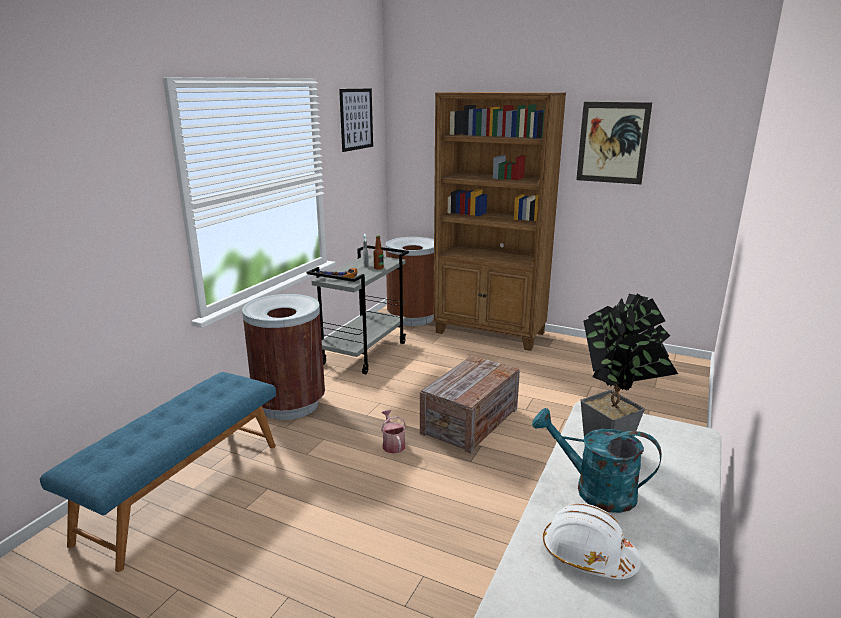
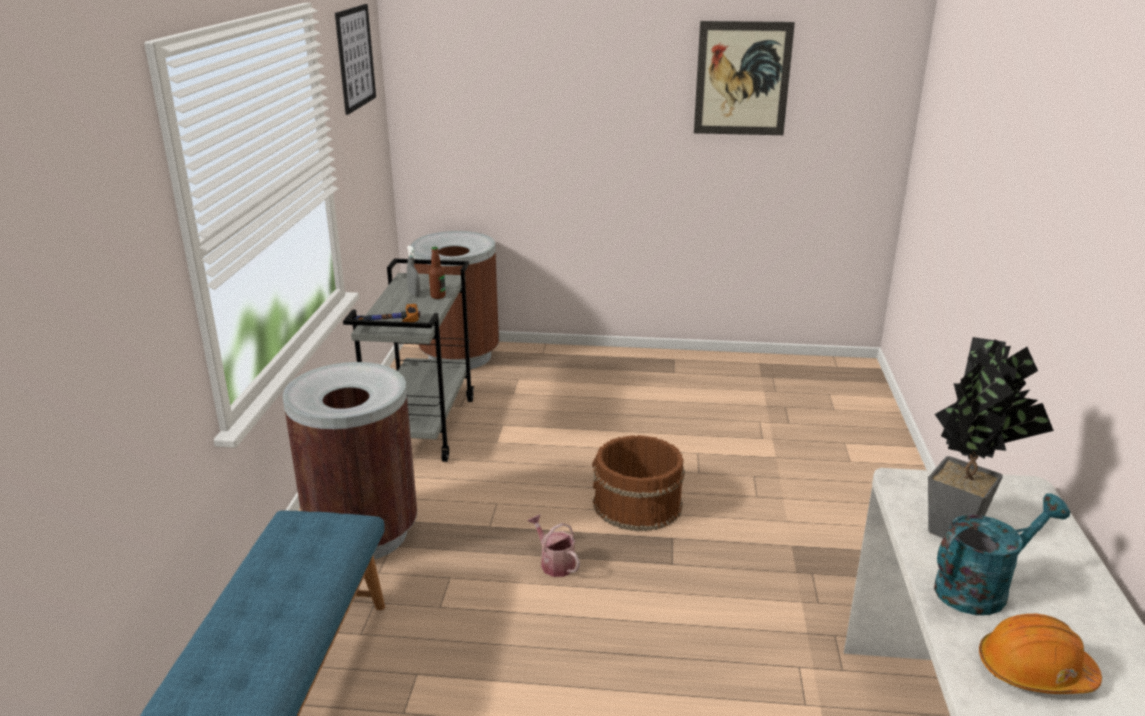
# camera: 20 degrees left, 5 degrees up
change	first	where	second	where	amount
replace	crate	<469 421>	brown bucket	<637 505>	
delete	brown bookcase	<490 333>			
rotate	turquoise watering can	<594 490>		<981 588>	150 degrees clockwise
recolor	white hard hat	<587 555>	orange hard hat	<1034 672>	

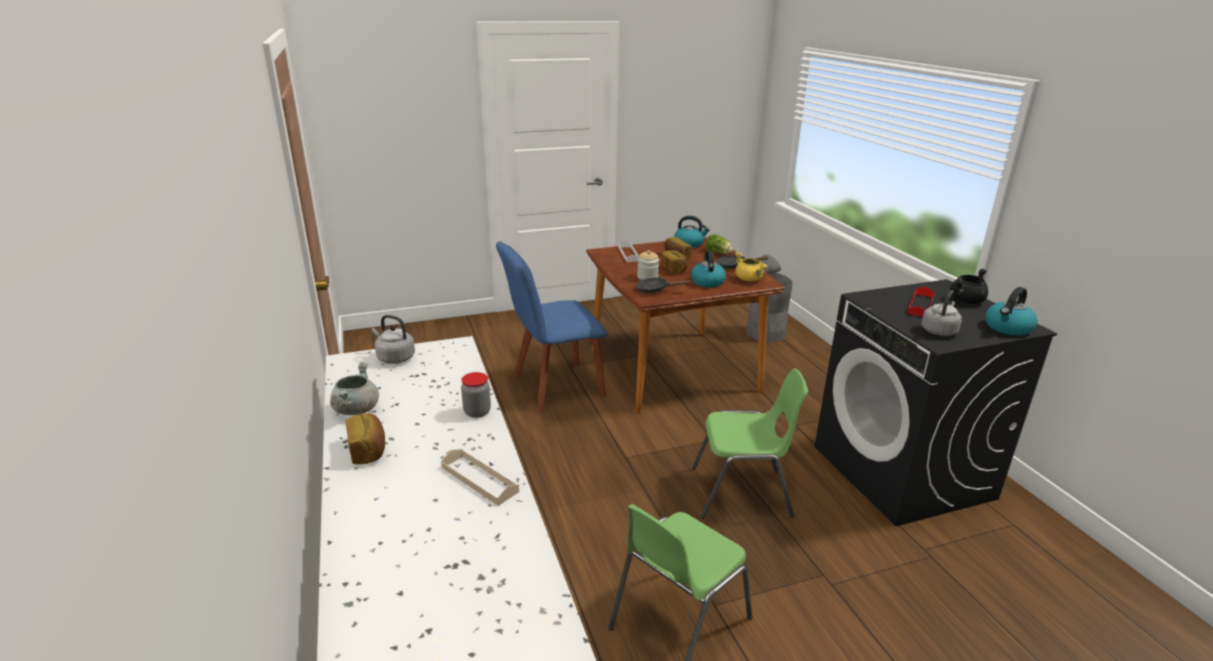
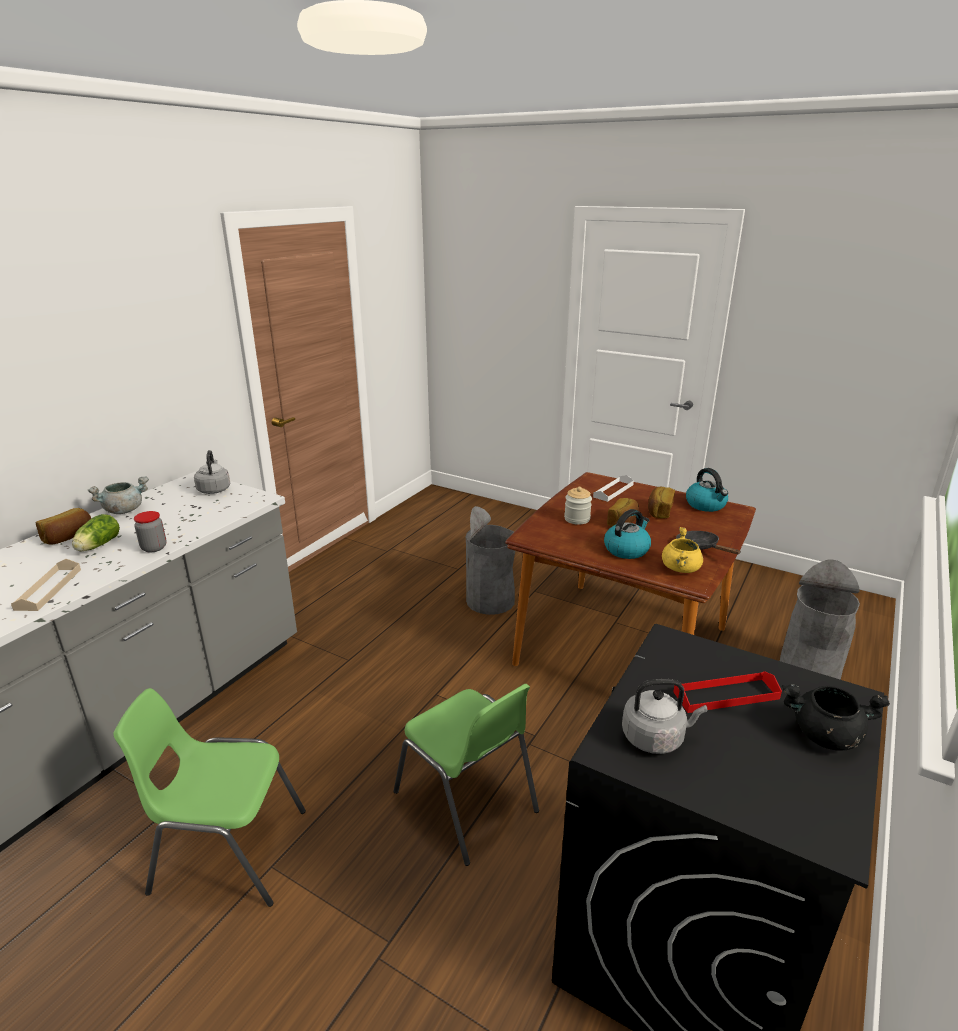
# camera: 50 degrees right, 0 degrees up
change	first	where	second	where	amount
replace	blue chair	<553 387>	grey trash can	<490 600>	
delete	black frying pan	<655 290>			
move	lettuce	<719 253>		<97 546>	
delete	kettle	<1008 328>			

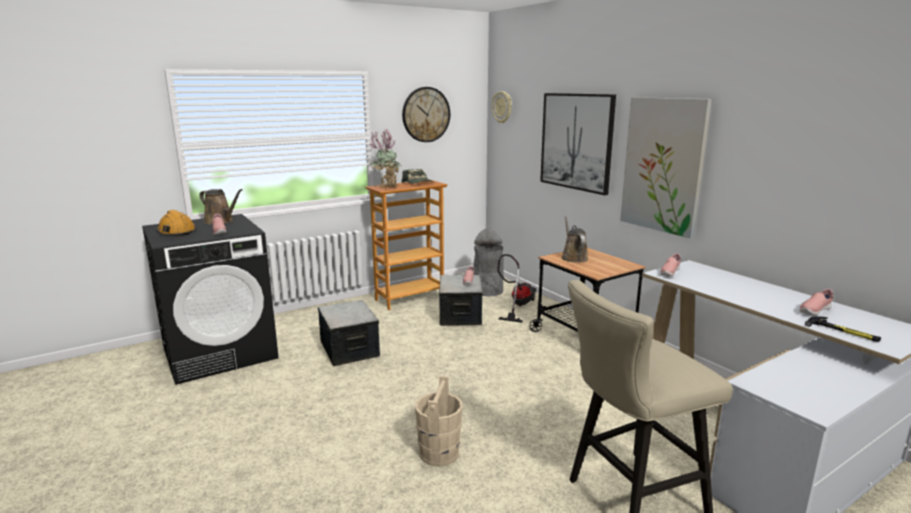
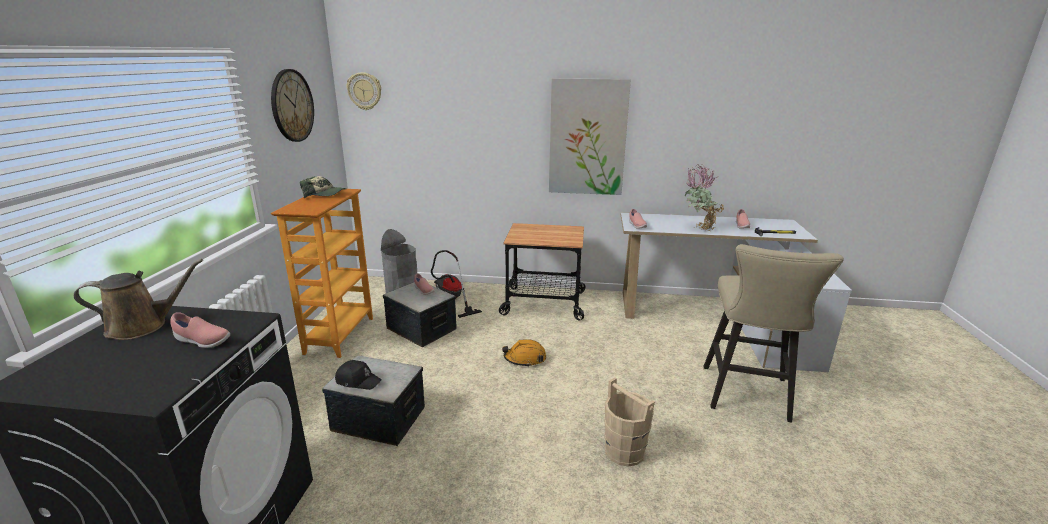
# camera: 50 degrees left, 5 degrees up
change	first	where	second	where	amount
move	orange hard hat	<176 232>		<525 359>	
move	potted plant	<386 187>		<698 228>	
delete	picture	<576 141>			
delete	brown watering can	<573 257>			
insert			black cap	<358 380>	

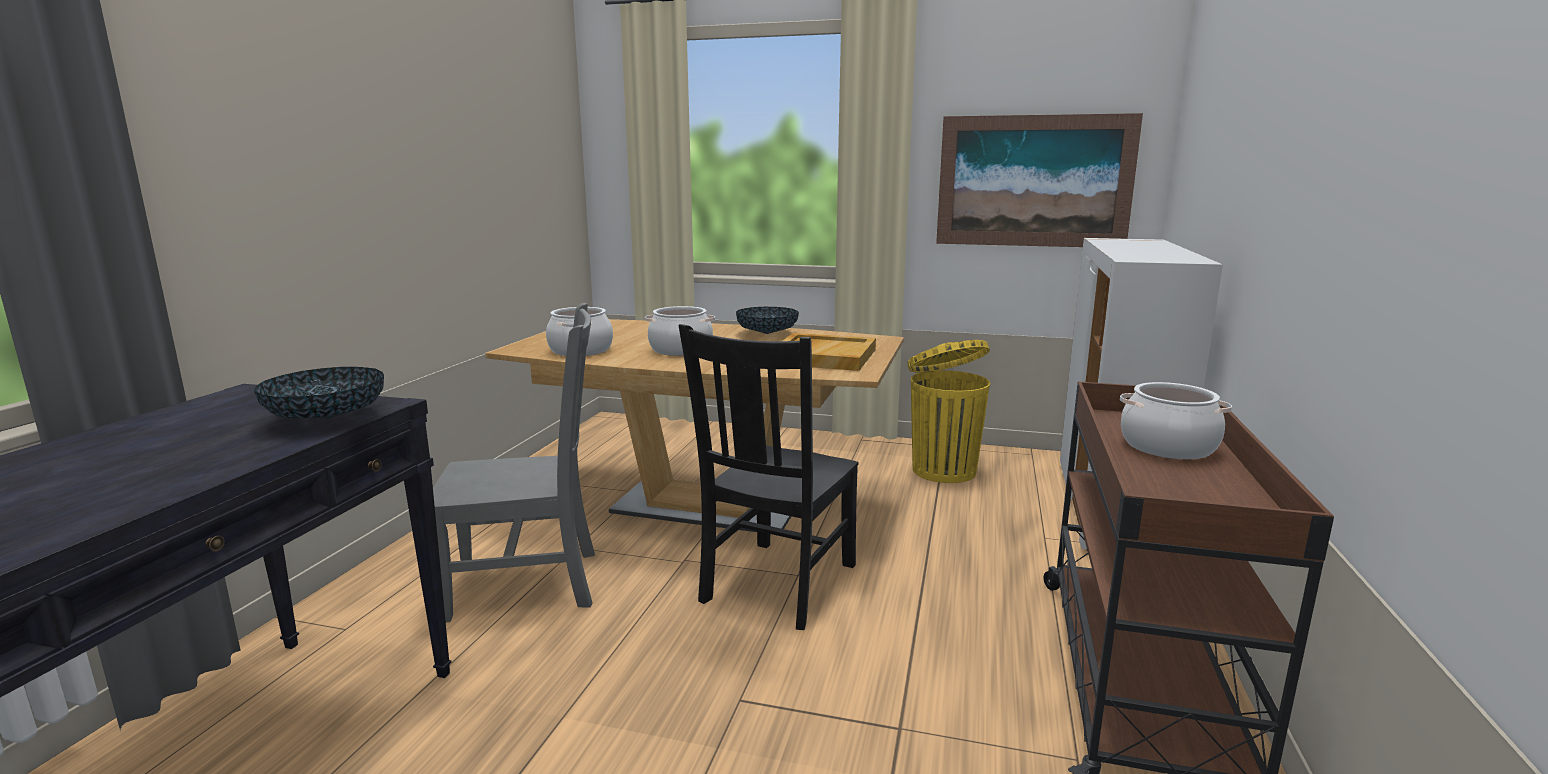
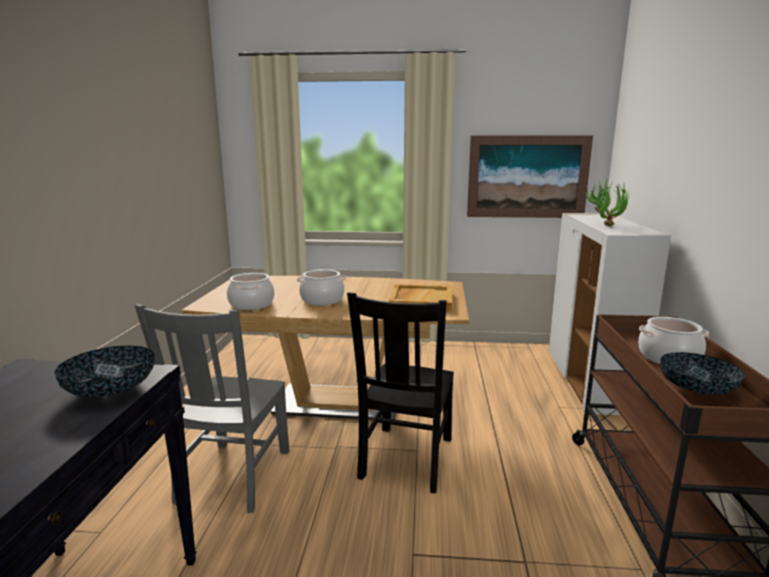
# camera: 10 degrees left, 0 degrees up
change	first	where	second	where	amount
rotate	grey chair	<530 584>		<232 478>	120 degrees clockwise
move	bowl	<767 334>		<696 389>	
delete	yellow trash can	<942 470>			
insert			potted plant	<604 225>	

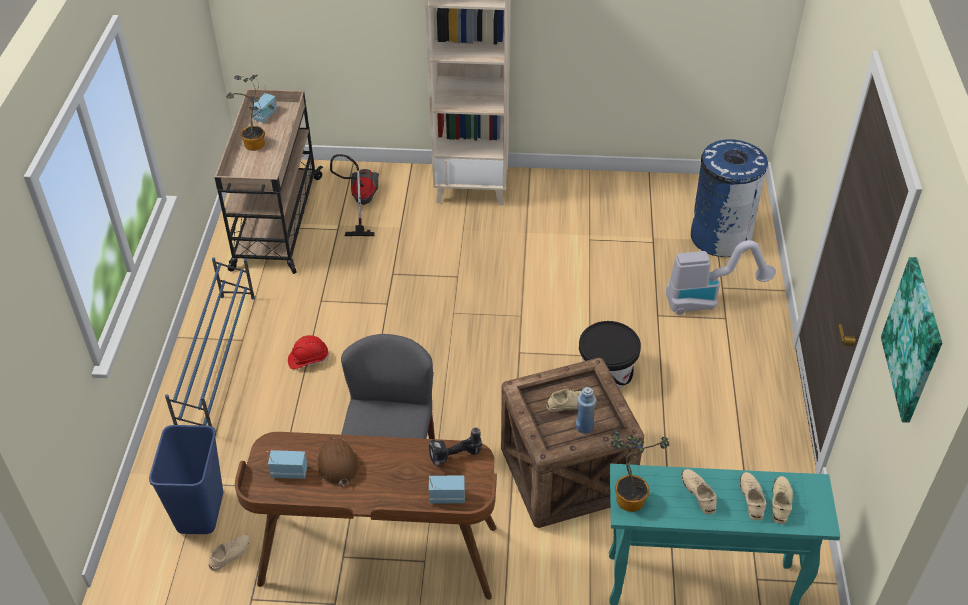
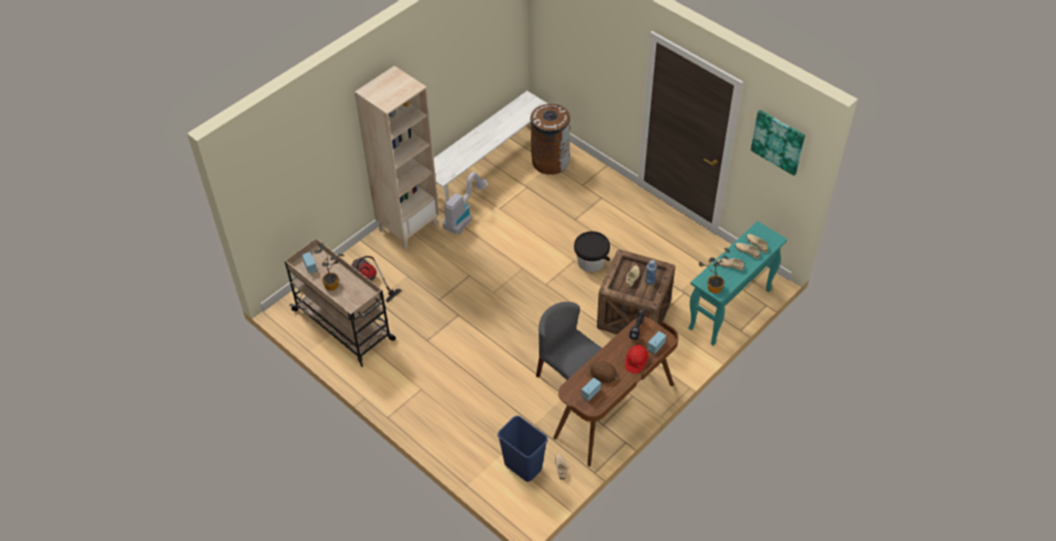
# camera: 50 degrees left, 5 degrees up
change	first	where	second	where	amount
delete	blue shoe rack	<218 361>			
move	red hard hat	<308 359>		<636 362>	
move	vacuum cleaner	<708 300>		<464 216>	
recolor	blue trash can	<720 236>	brown trash can	<550 161>	
insert			white bench	<487 164>	

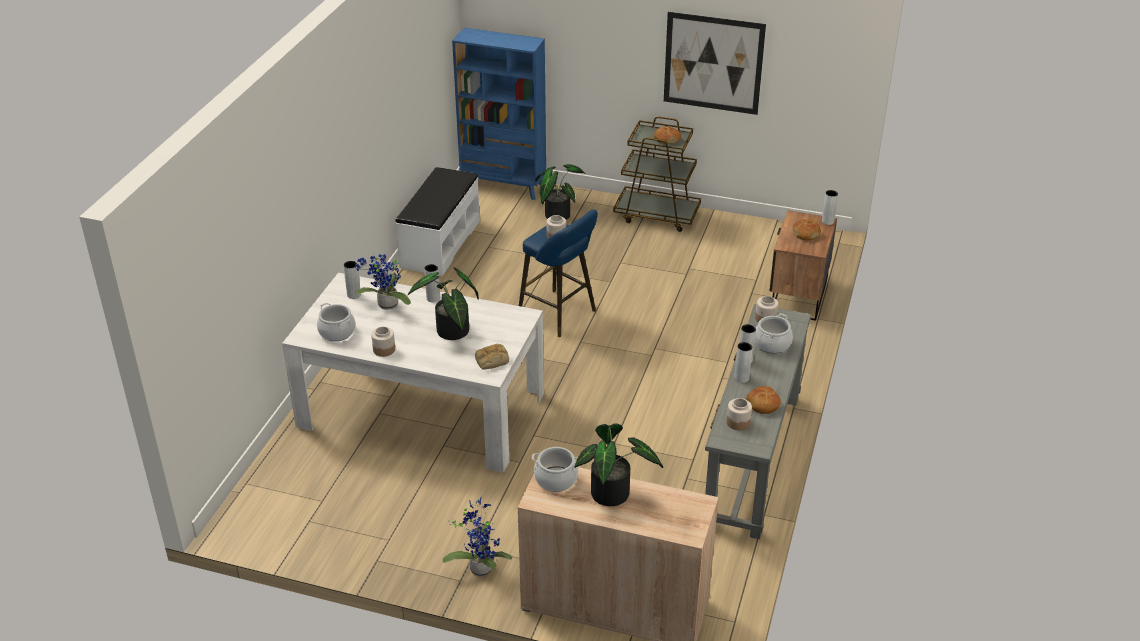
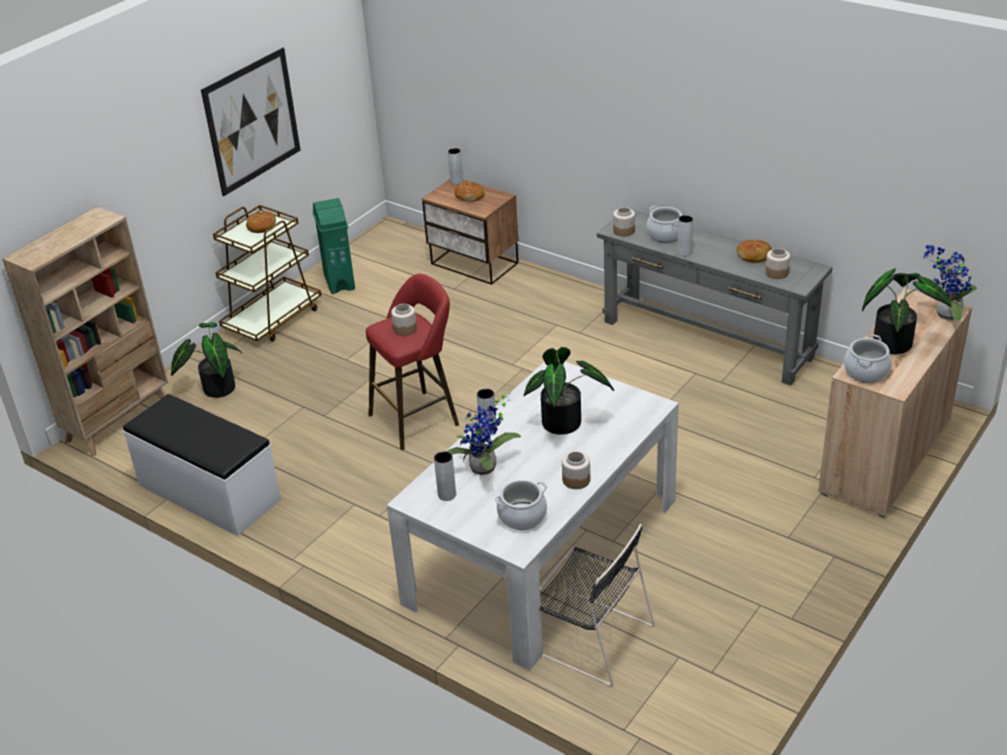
# camera: 70 degrees left, 0 degrees up
change	first	where	second	where	amount
move	potted plant	<480 567>		<944 315>	
recolor	blue bookcase	<503 186>	beige bookcase	<119 420>	
delete	bread	<491 360>			
recolor	blue stool	<560 315>	red stool	<418 418>	
delete	grey vase	<741 378>			
insert			green trash can	<339 281>	
insert			black chair	<588 637>	

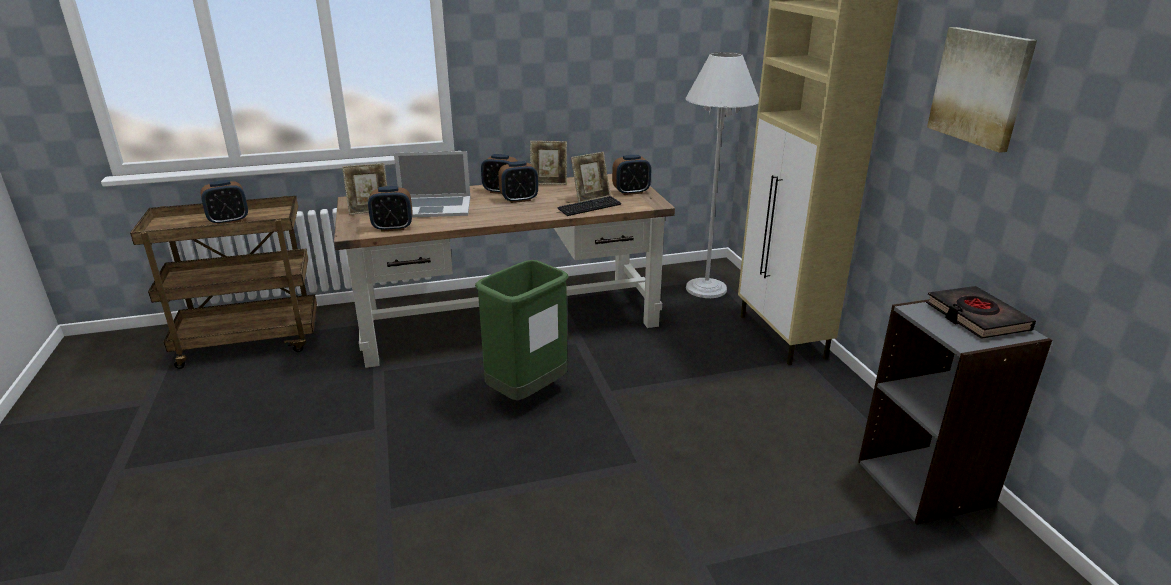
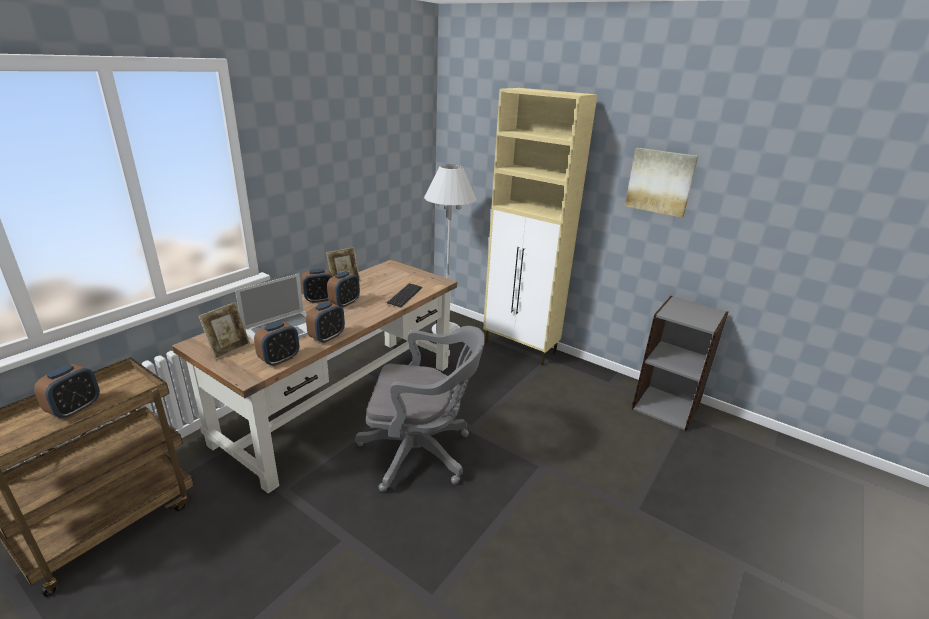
# camera: 40 degrees left, 0 degrees up
change	first	where	second	where	amount
replace	green trash can	<527 393>	grey office chair	<421 453>	
delete	picture frame	<591 198>			
move	alarm clock	<631 192>		<327 337>	
delete	black book	<976 317>			

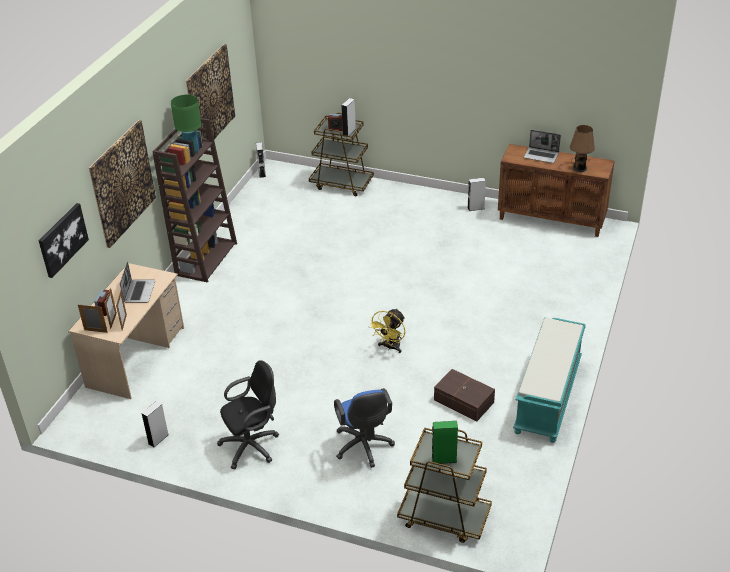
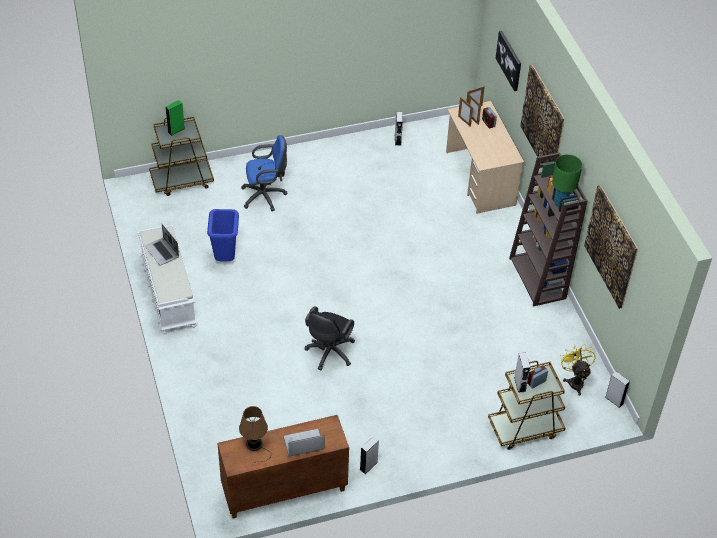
# camera: 140 degrees right, 10 degrees up
change	first	where	second	where	amount
move	laptop	<139 291>		<162 252>	
move	black office chair	<253 446>		<329 353>	
rotate	blue office chair	<364 447>		<266 196>	135 degrees clockwise
move	yellow fan	<390 347>		<575 380>	
replace	brown storage box	<463 402>	blue trash can	<225 258>	
recolor	turquoise bench	<548 396>	white bench	<168 292>	

